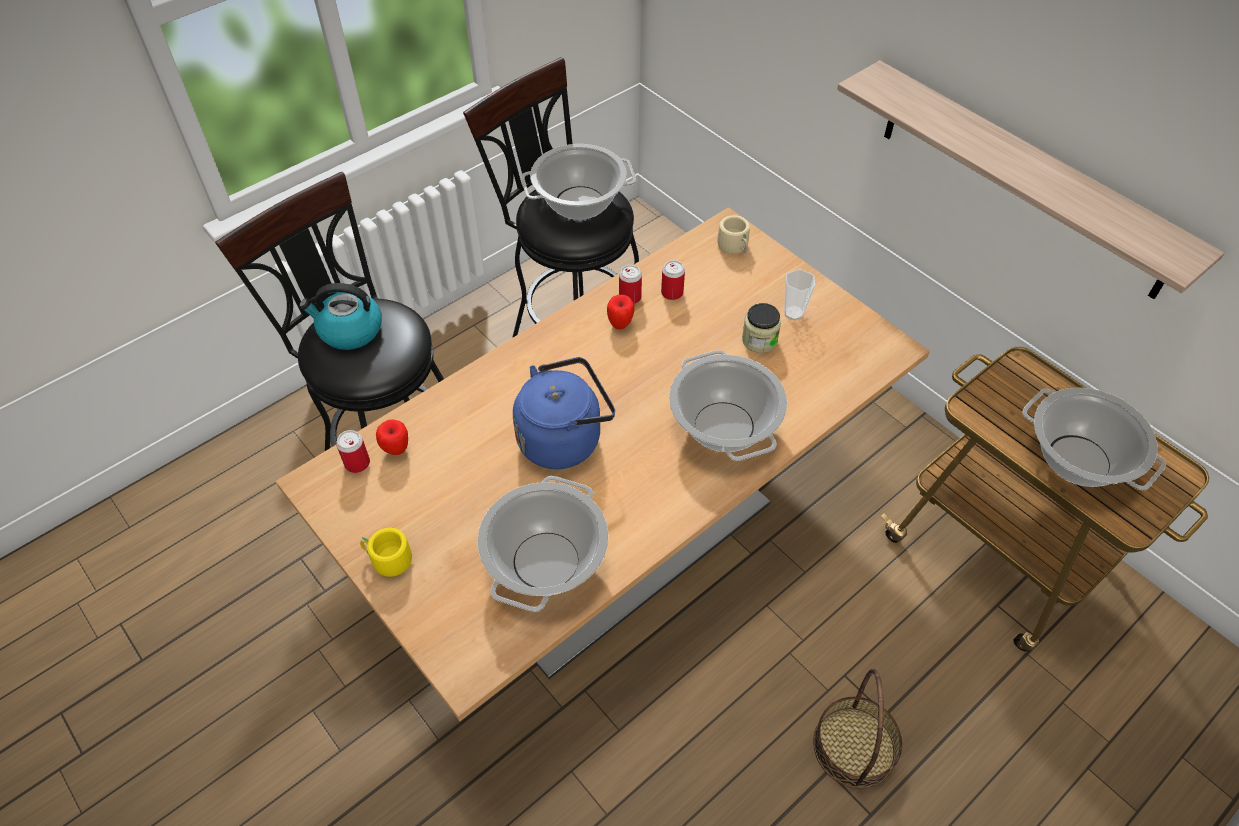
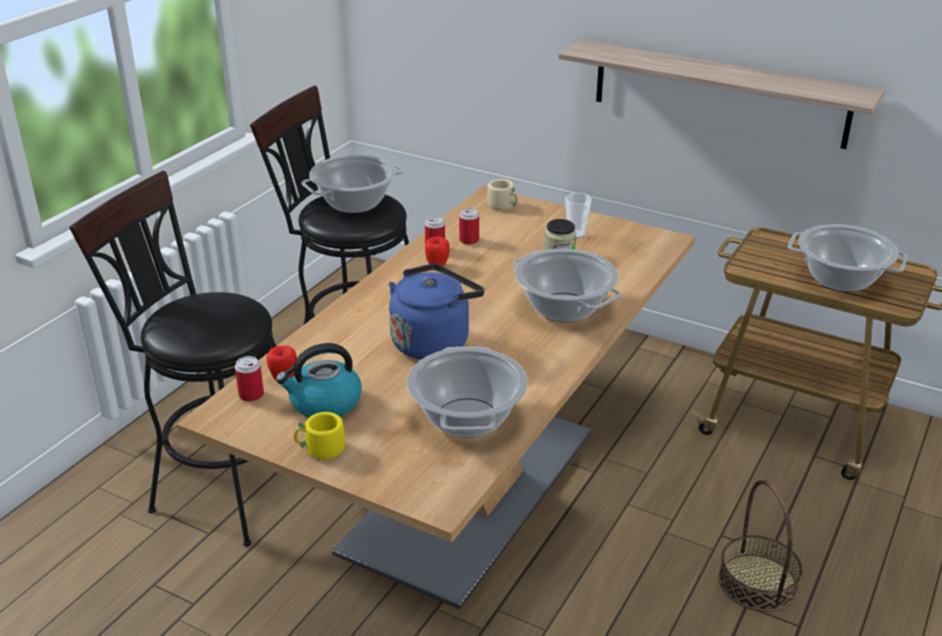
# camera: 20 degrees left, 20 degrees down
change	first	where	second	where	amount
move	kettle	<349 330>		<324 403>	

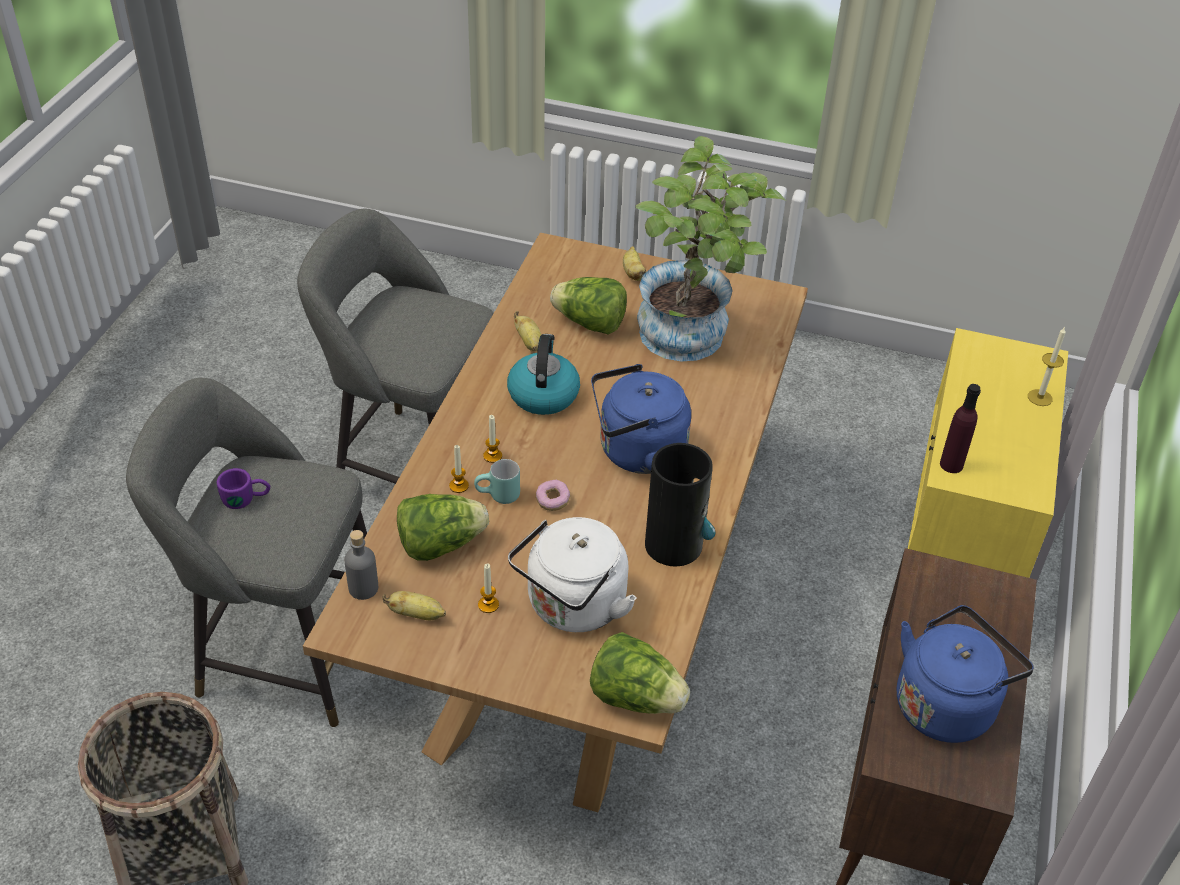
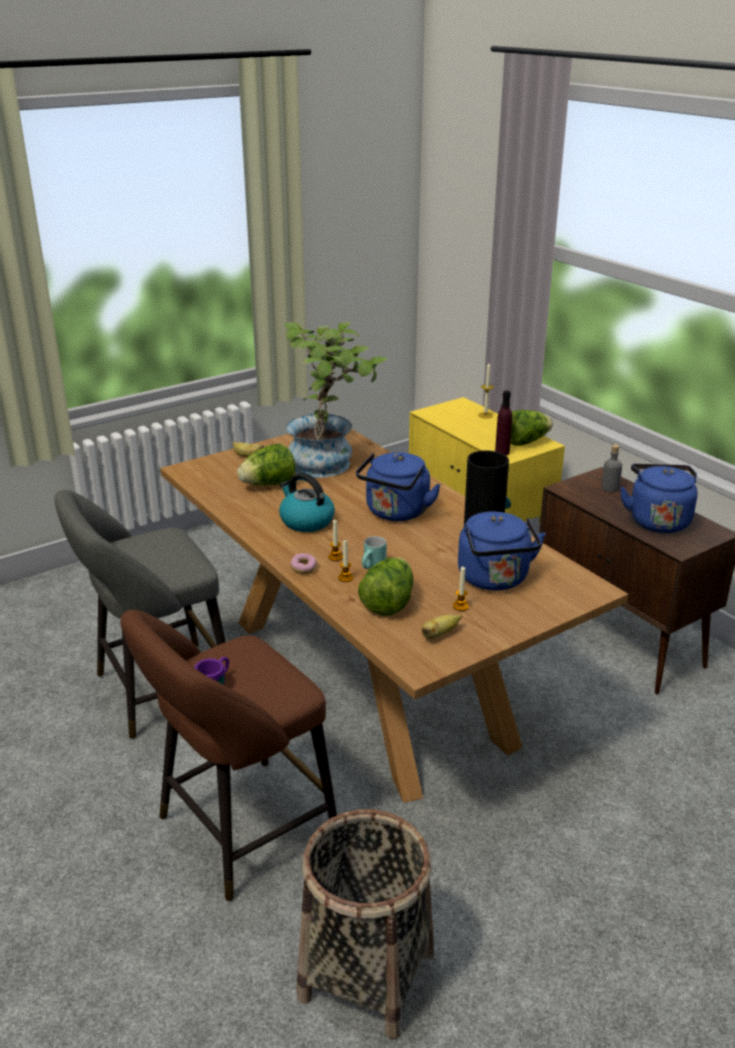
# camera: 50 degrees left, 15 degrees down
change	first	where	second	where	amount
recolor	grey stool	<282 648>	brown stool	<239 831>	
move	grey bottle	<363 588>		<610 488>	
recolor	white kettle	<573 607>	blue kettle	<495 580>	
delete	banana	<529 343>			
move	donut	<552 501>		<303 569>	
move	lettuce	<636 697>		<525 442>	

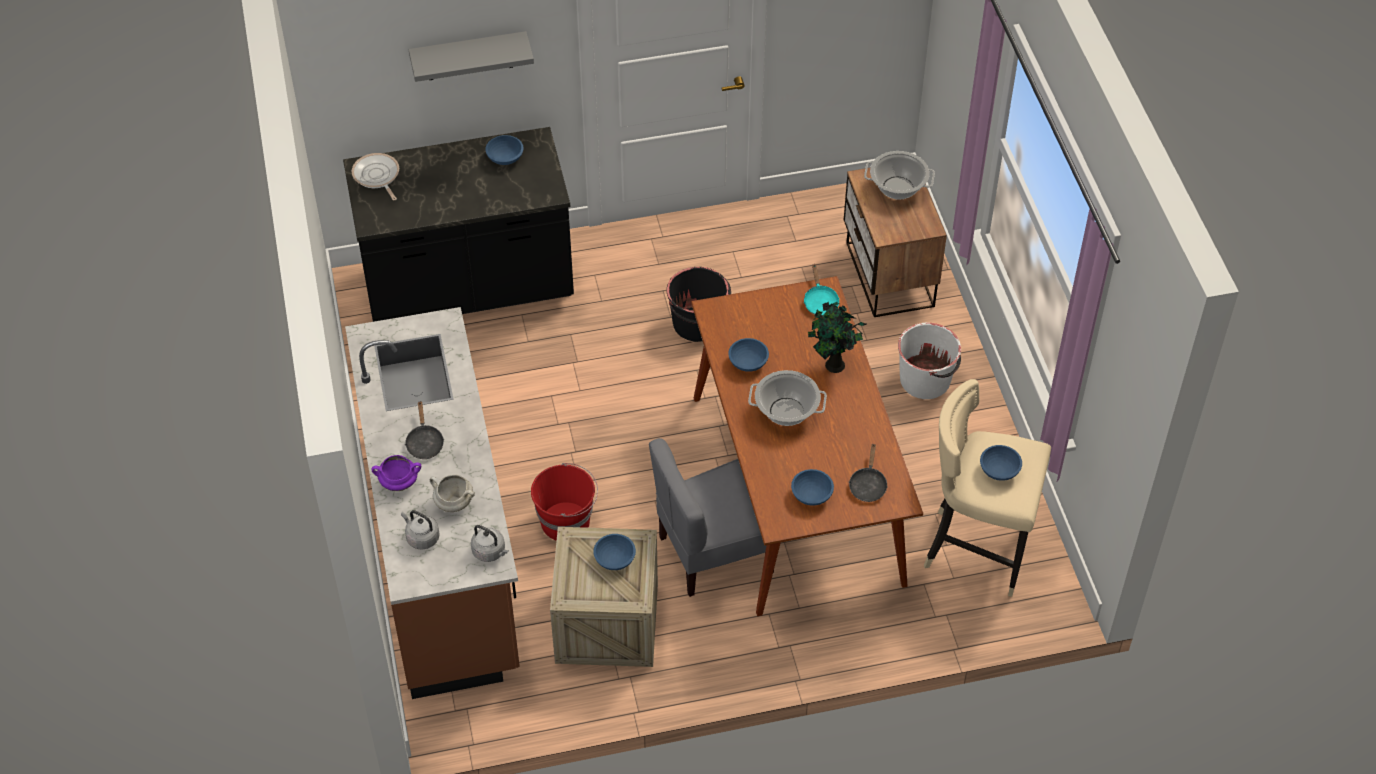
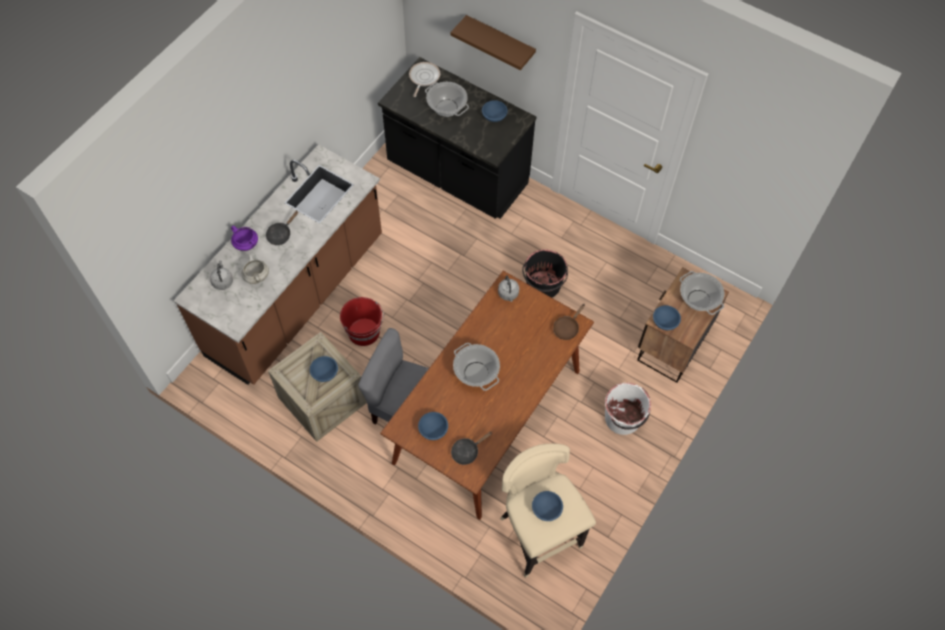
# camera: 45 degrees right, 10 degrees up
change	first	where	second	where	amount
recolor	grey shelf	<469 56>	brown shelf	<500 42>	
move	grey kettle	<490 552>		<508 294>	
move	blue bowl	<747 362>		<665 321>	
recolor	turquoise frying pan	<820 301>	brown frying pan	<567 328>	
delete	potted plant	<833 366>			
insert			cooking pot	<447 108>	

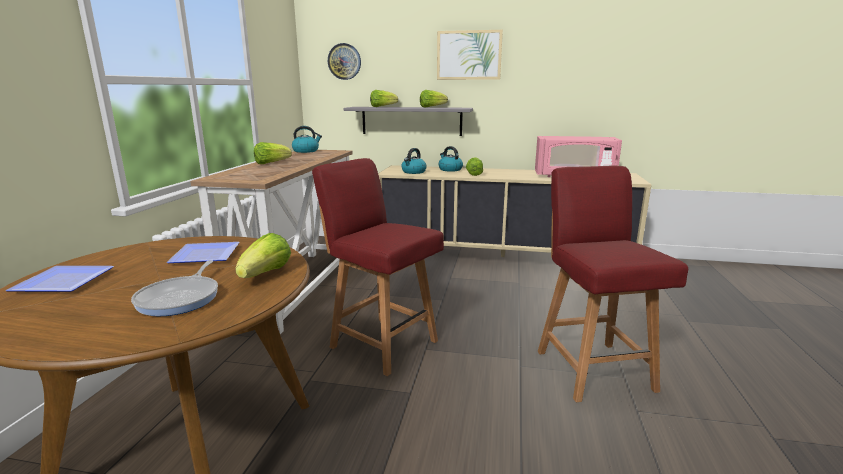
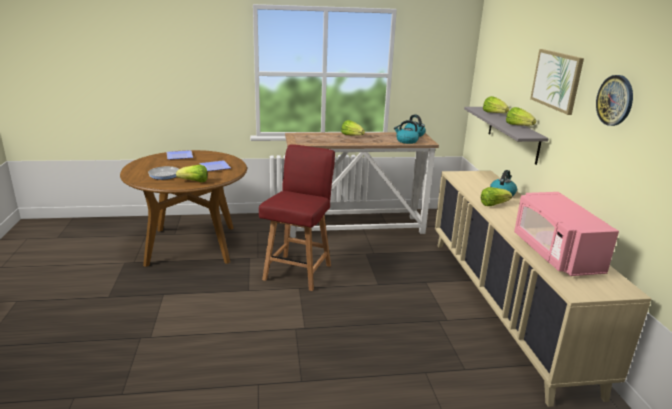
# camera: 70 degrees right, 5 degrees up
change	first	where	second	where	amount
move	wall clock	<344 61>		<615 100>	
move	kettle	<413 172>		<406 141>	
delete	red chair	<593 368>			

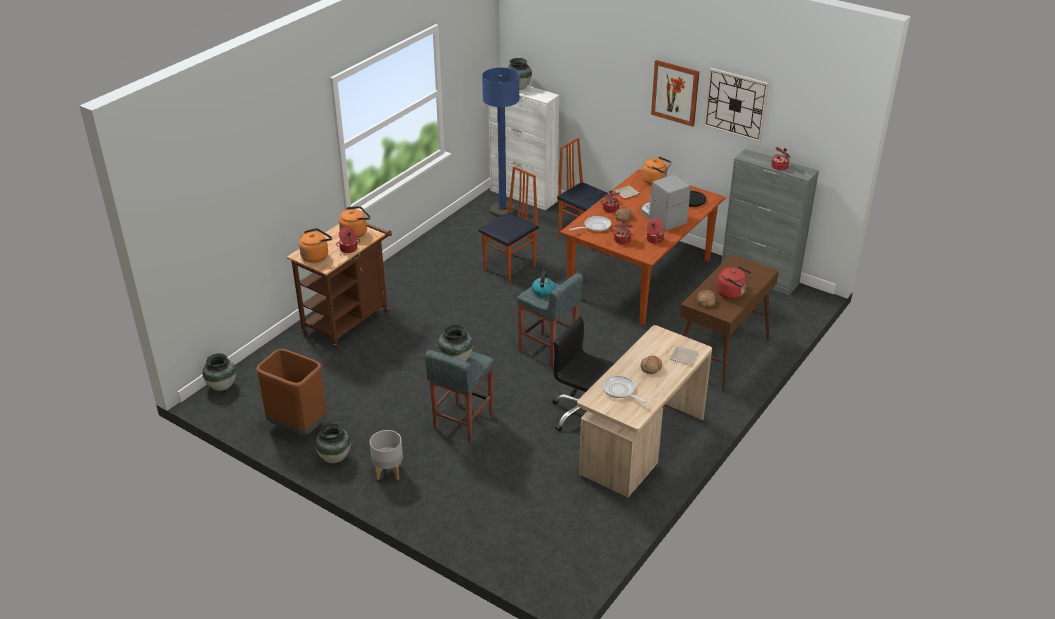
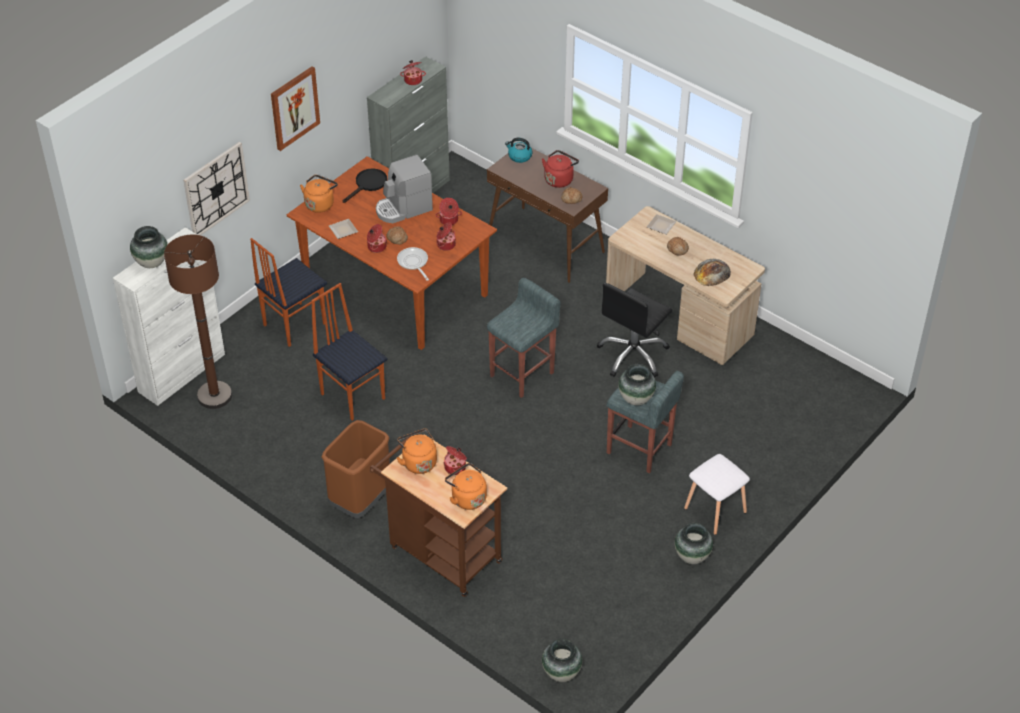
# camera: 85 degrees left, 10 degrees up
change	first	where	second	where	amount
move	brown trash can	<297 426>		<360 501>	
replace	grey planter	<388 472>	white stool	<715 511>	
recolor	blue floor lamp	<502 210>	brown floor lamp	<214 396>	
move	kettle	<543 291>		<519 156>	
replace	frying pan	<620 391>	bread	<712 273>	
move	wall clock	<735 104>		<216 189>	

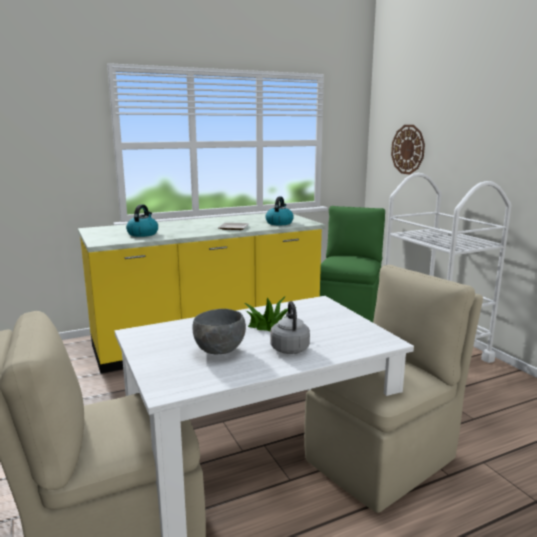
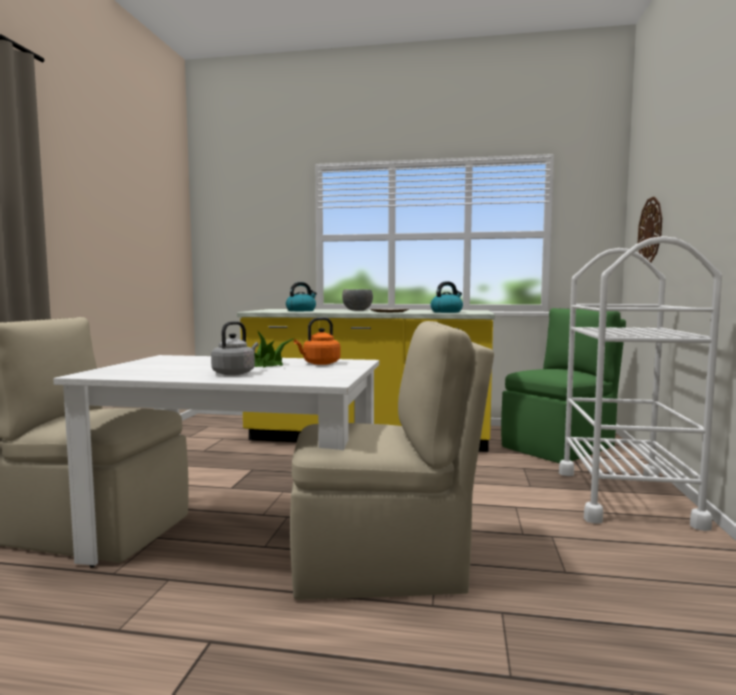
# camera: 35 degrees right, 10 degrees down
change	first	where	second	where	amount
move	grey bowl	<220 351>		<357 310>	
insert			orange kettle	<319 363>	

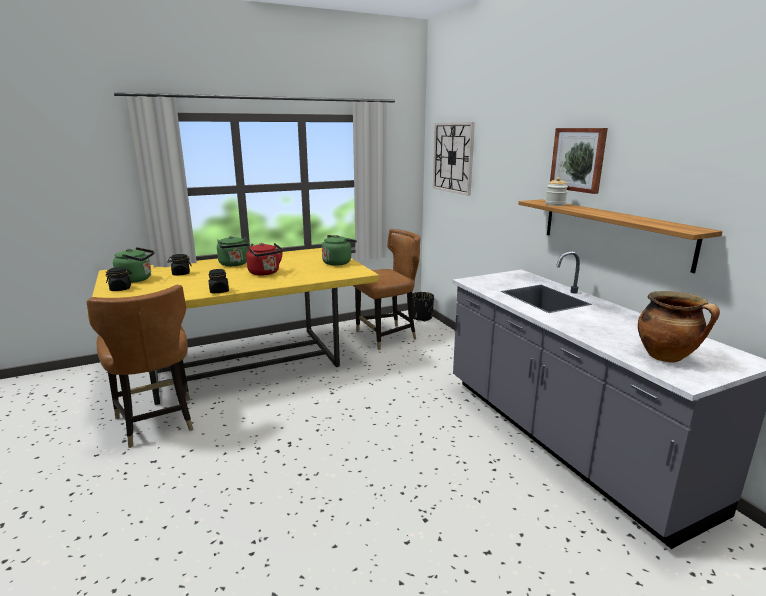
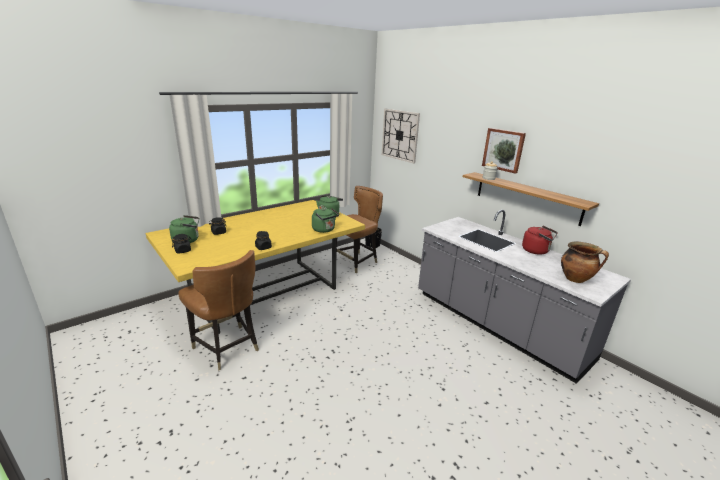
# camera: 15 degrees left, 5 degrees up
change	first	where	second	where	amount
move	green kettle	<234 264>		<324 230>	
move	red kettle	<265 273>		<537 251>	

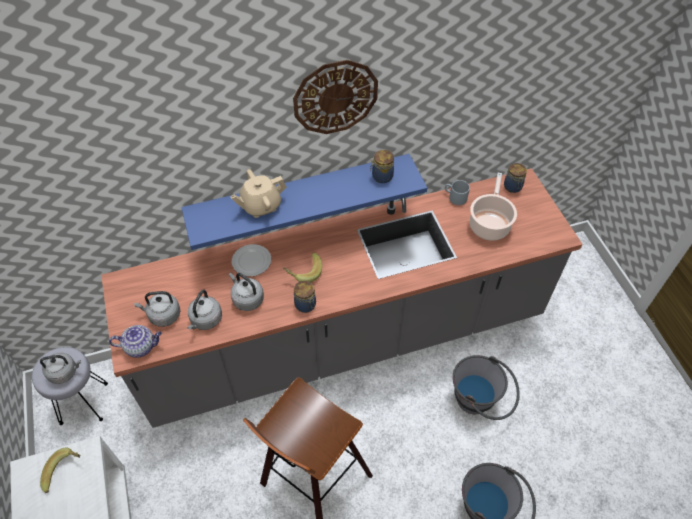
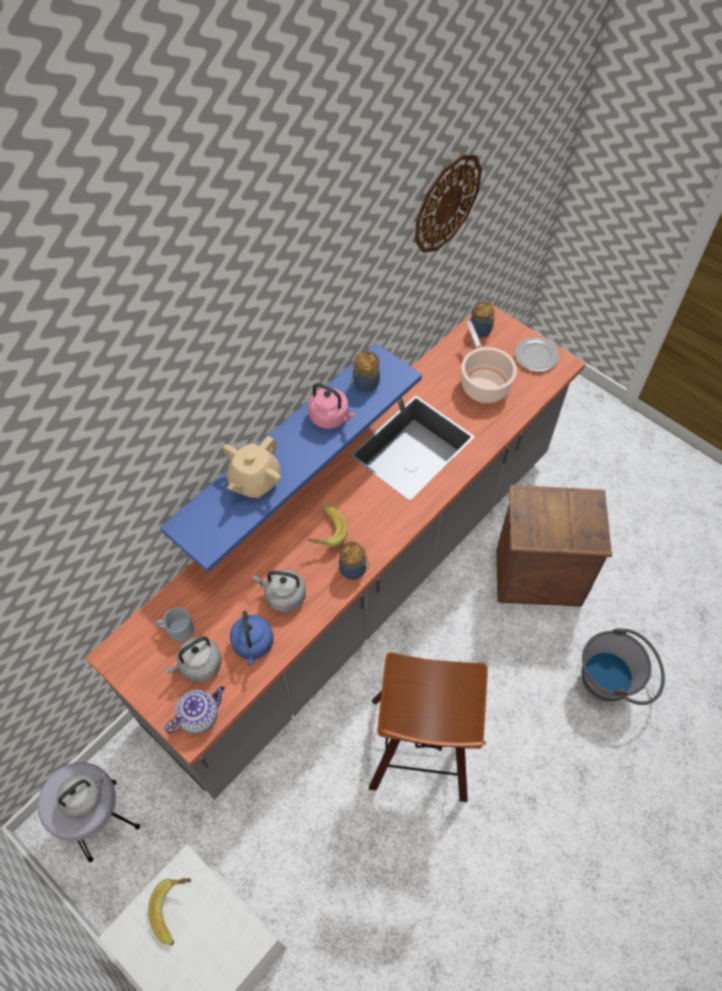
# camera: 30 degrees left, 5 degrees up
change	first	where	second	where	amount
recolor	grey kettle	<205 320>	blue kettle	<253 645>	
move	plate	<251 262>		<536 356>	
move	wall clock	<335 97>		<446 203>	
move	grey mug	<454 197>		<176 630>	
replace	grey bucket	<480 402>	crate	<536 576>	
insert			pink kettle	<331 417>	

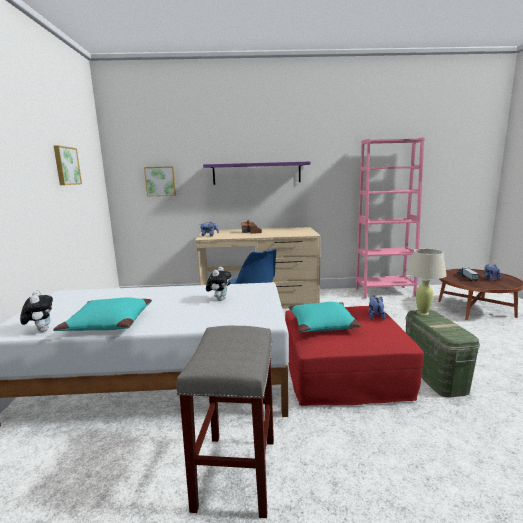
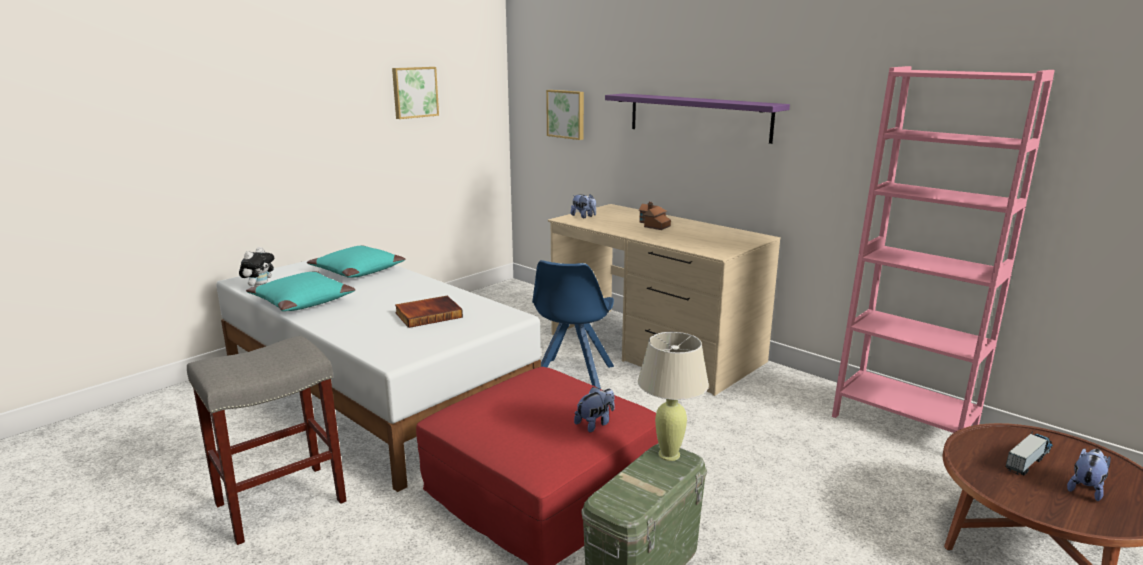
# camera: 45 degrees right, 5 degrees up
change	first	where	second	where	amount
replace	plush toy	<219 299>	book	<428 314>	
move	turquoise pillow	<322 325>		<357 271>	

